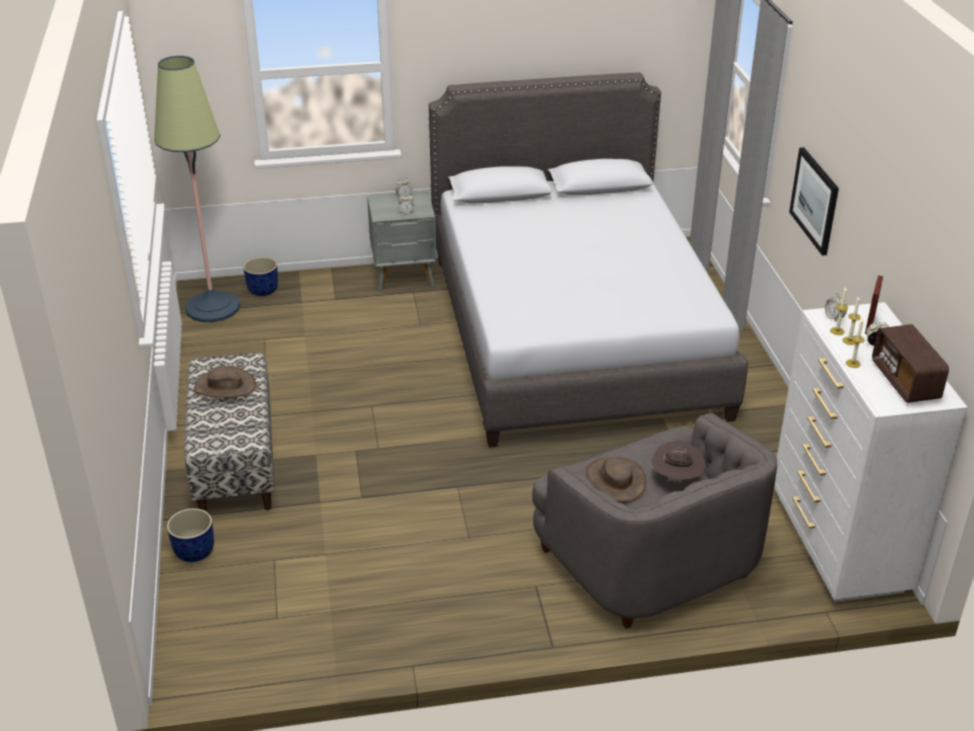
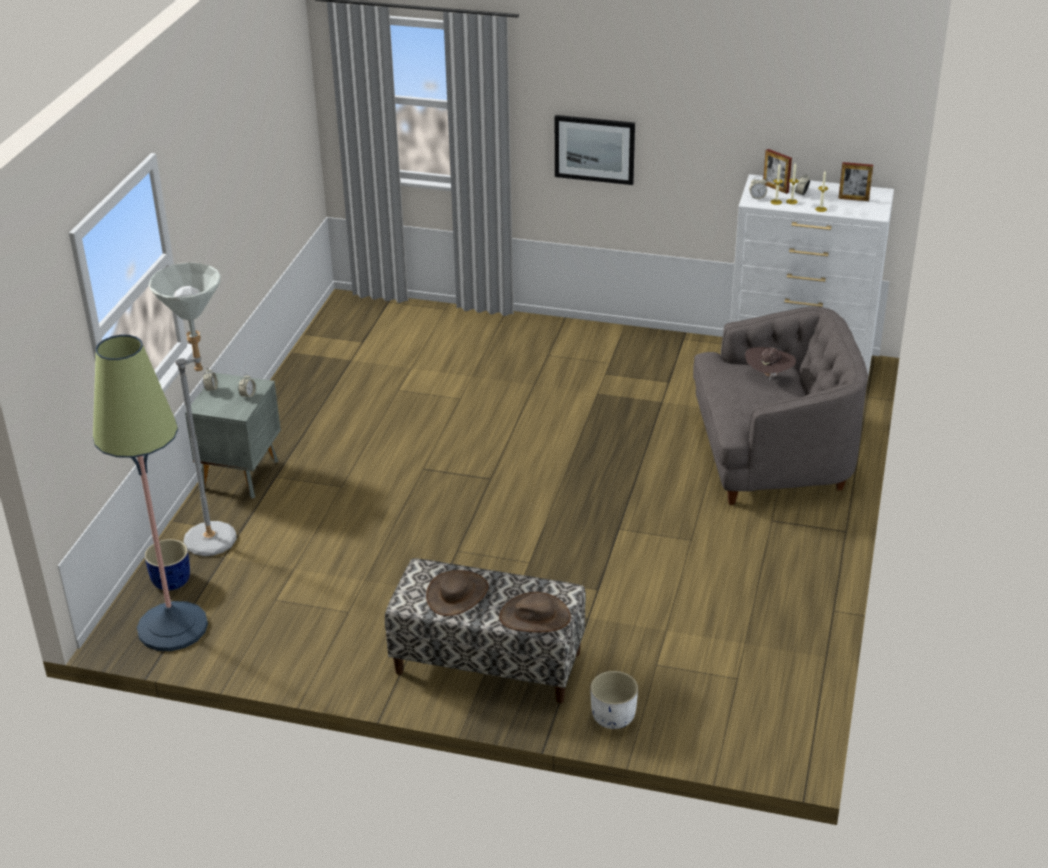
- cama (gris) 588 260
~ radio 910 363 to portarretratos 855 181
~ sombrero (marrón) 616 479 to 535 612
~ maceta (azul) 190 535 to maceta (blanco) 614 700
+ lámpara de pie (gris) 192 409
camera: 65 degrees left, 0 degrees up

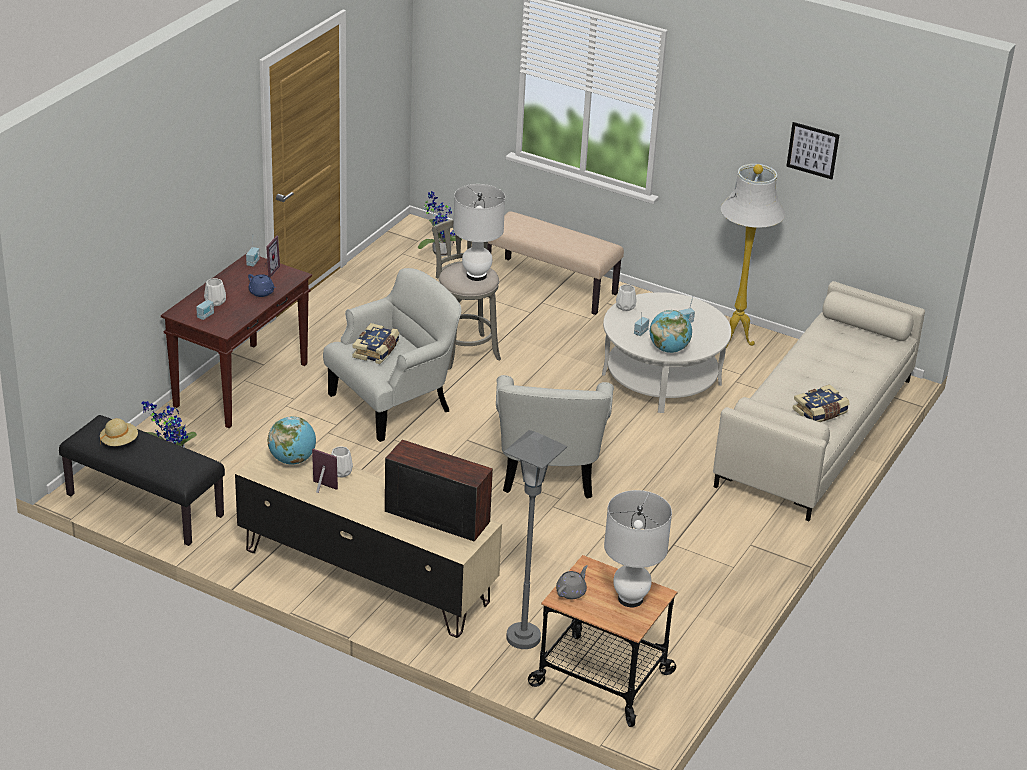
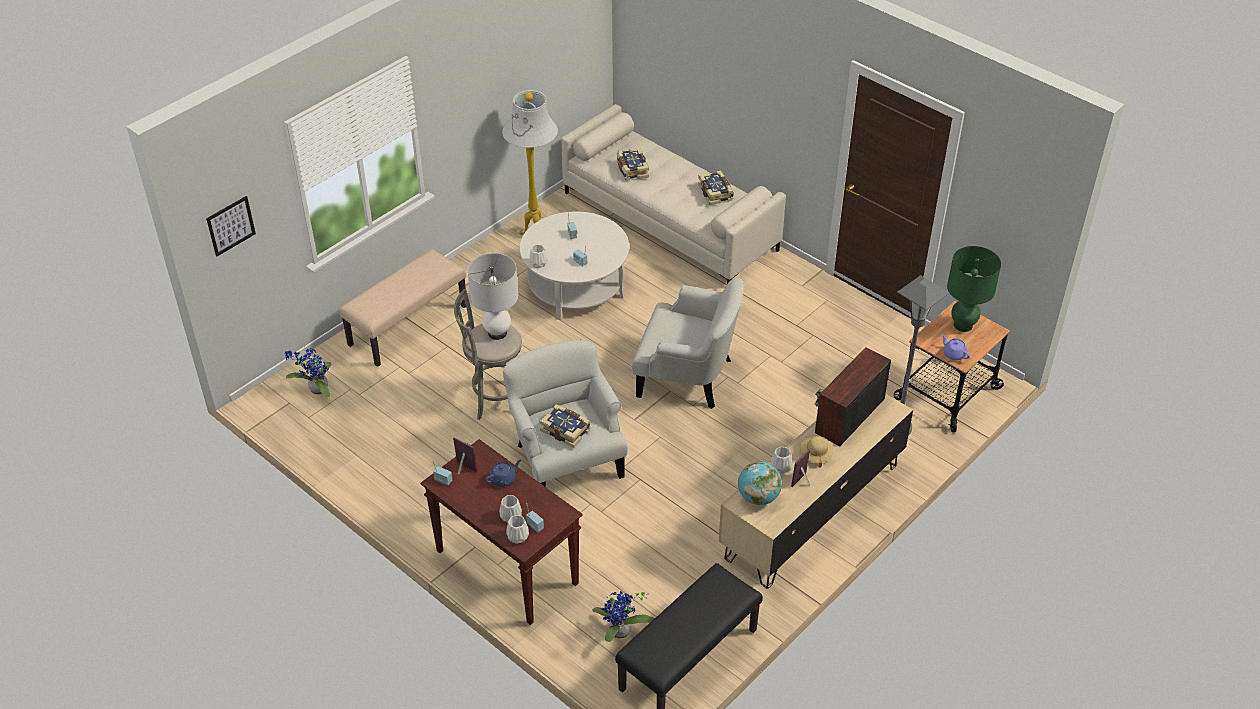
~ cuadro 812 151 to 231 226
- globo terráqueo 671 331
~ sombrero (beis) 119 432 to 816 452
~ lámpara de mesa (blanco) 638 548 to lámpara de mesa (verde) 974 289
~ tetera (gris) 572 582 to tetera (morado) 956 347
+ libro 633 164
+ florero (blanco) 517 529
camera: 75 degrees left, 10 degrees up

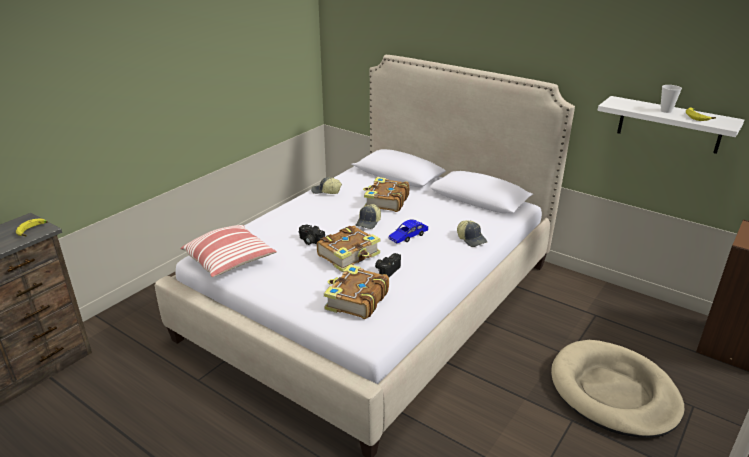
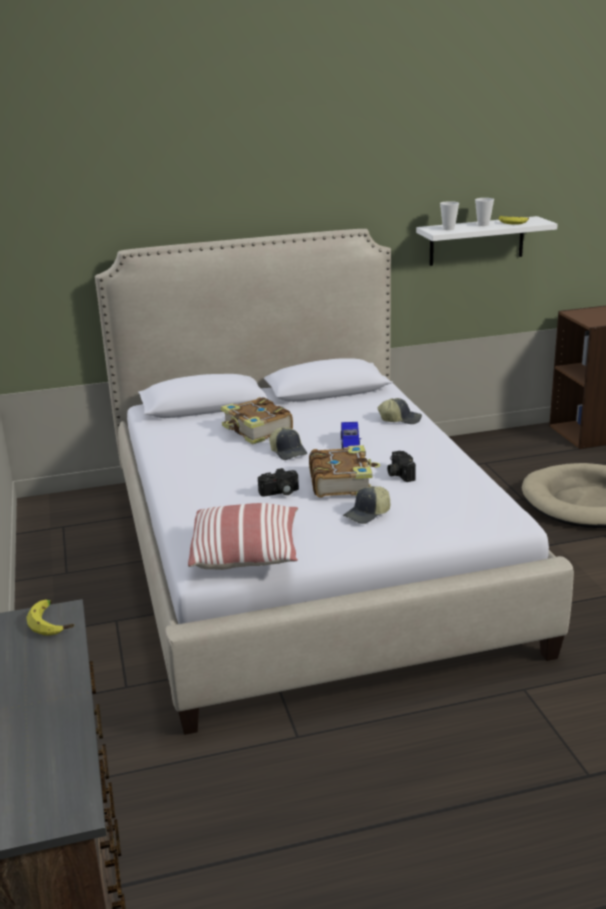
~ gorra 326 185 to 366 505
- libro 356 291
+ taza 449 215
camera: 50 degrees left, 5 degrees down

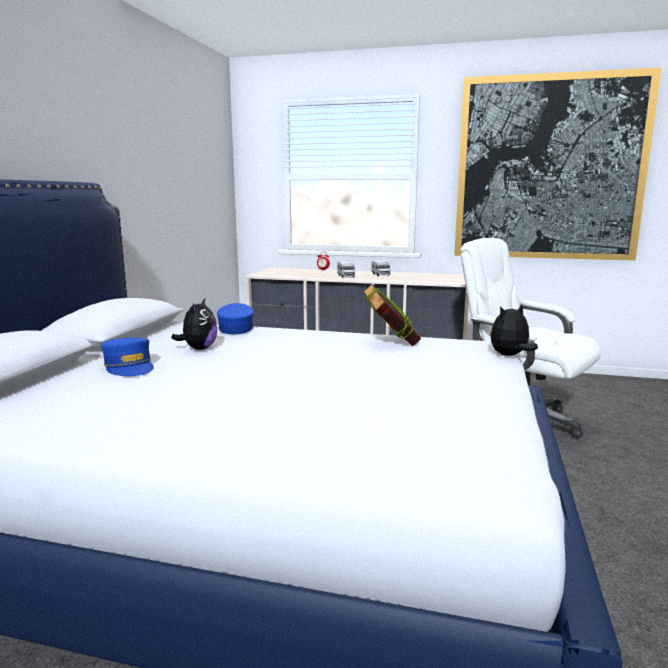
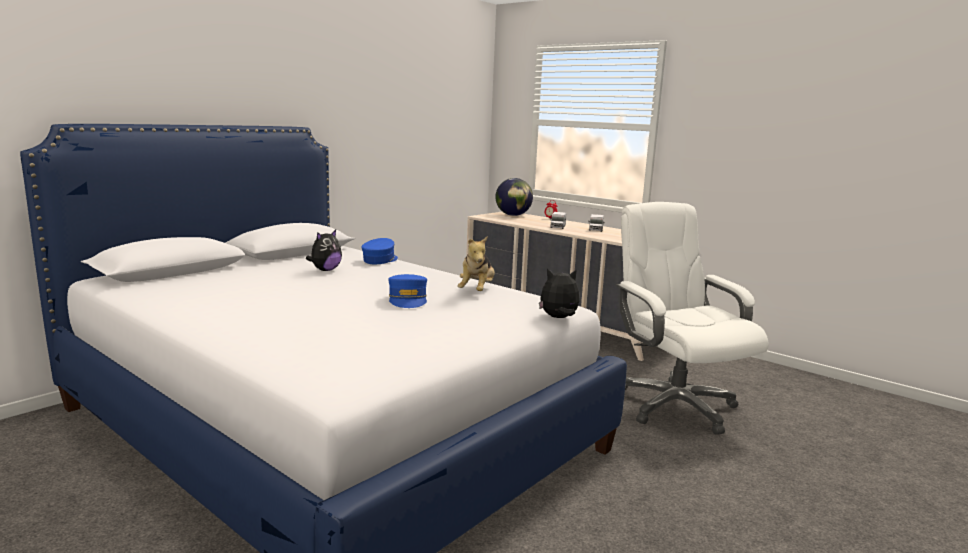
- cuadro 557 164
~ libro 392 314 to peluche 476 264
~ gorra (azul) 127 356 to 407 291
+ globo terráqueo 514 197
camera: 25 degrees right, 0 degrees up

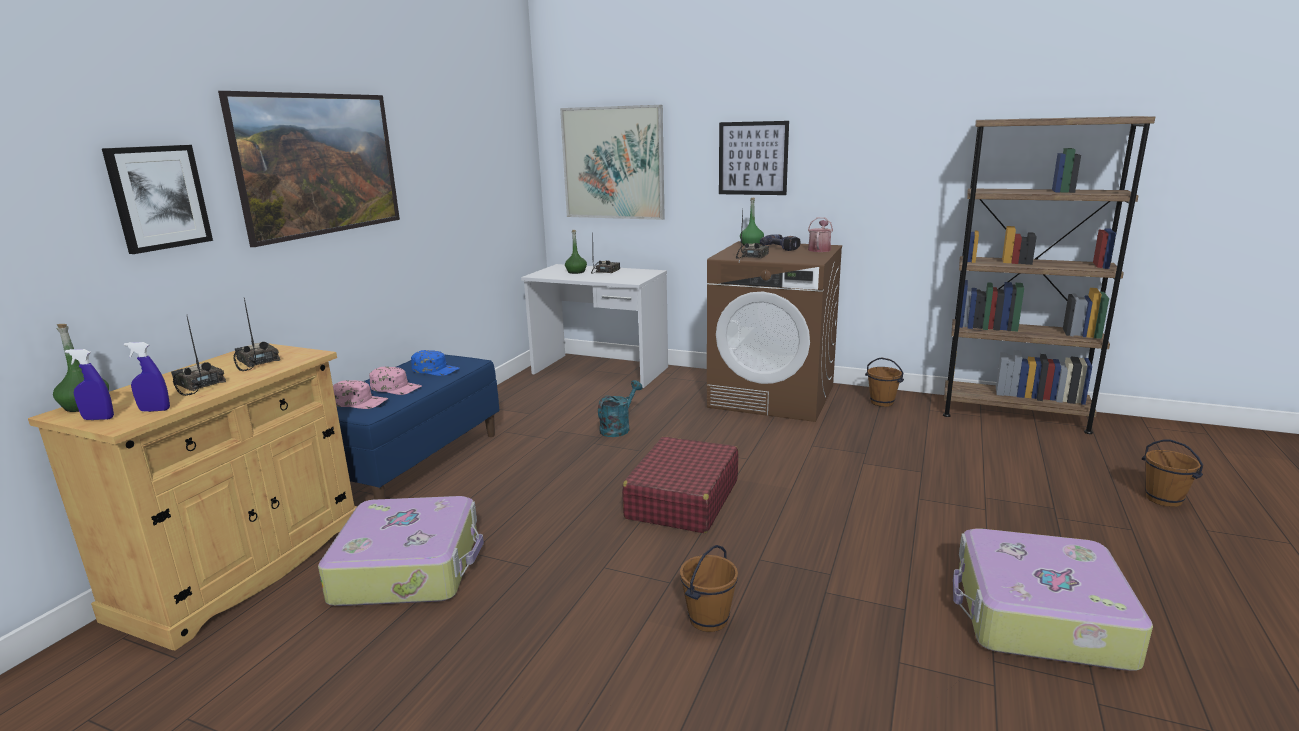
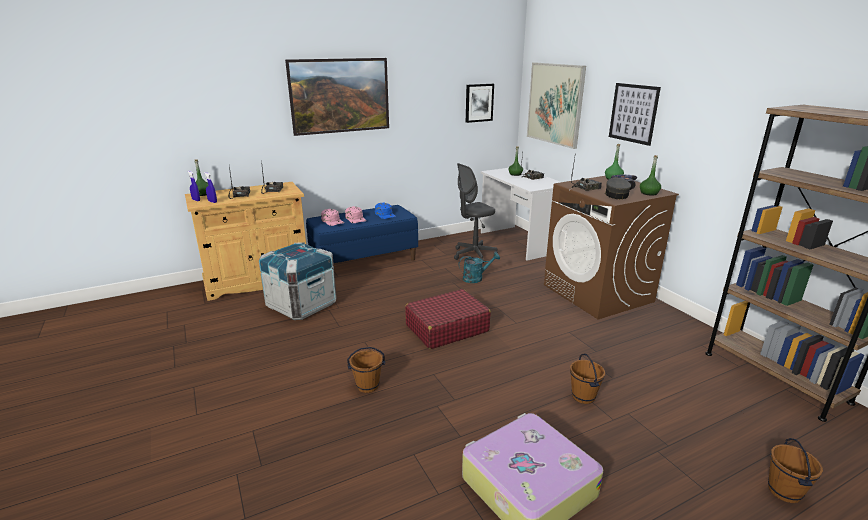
~ cuadro 157 199 to 480 103
~ regadera 820 234 to botella (verde) 650 175
~ cubo (marrón) 884 382 to 587 379
~ maleta 401 551 to caja de embalaje 298 281
+ silla de oficina (gris) 476 213
+ gorra (gris) 618 188
camera: 40 degrees right, 5 degrees up

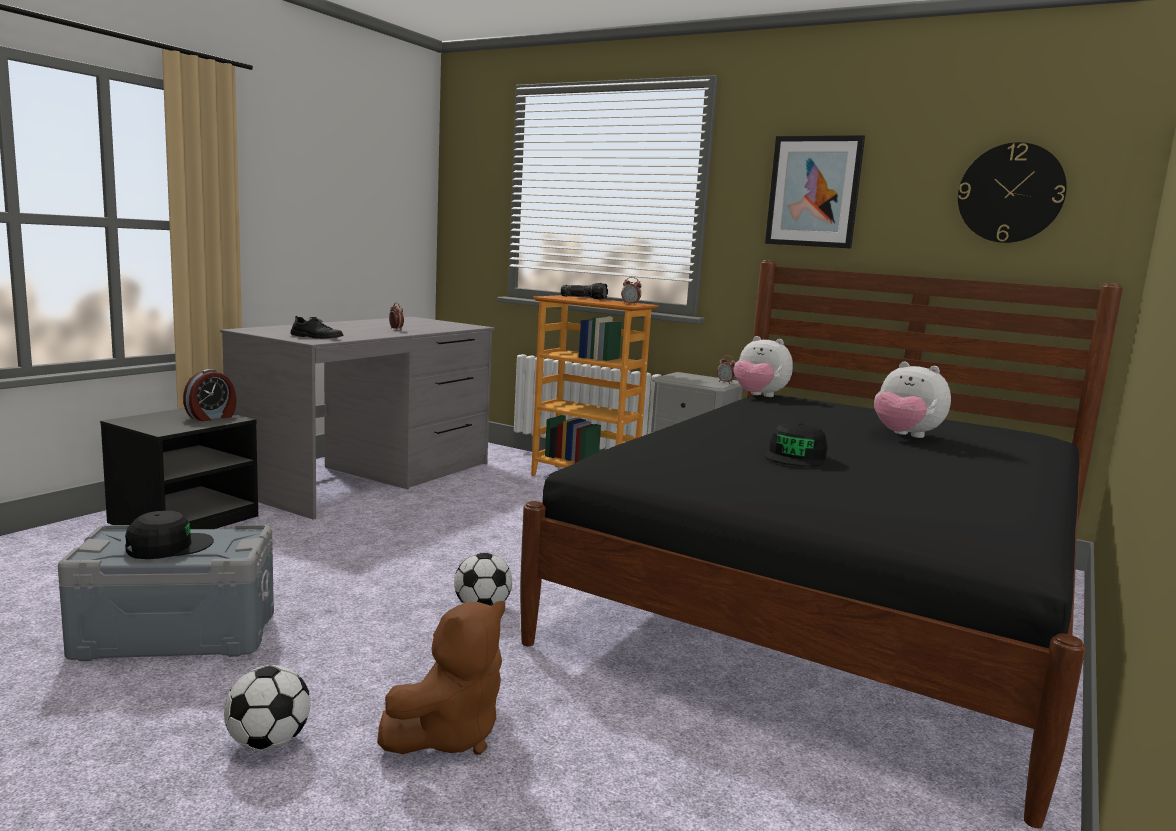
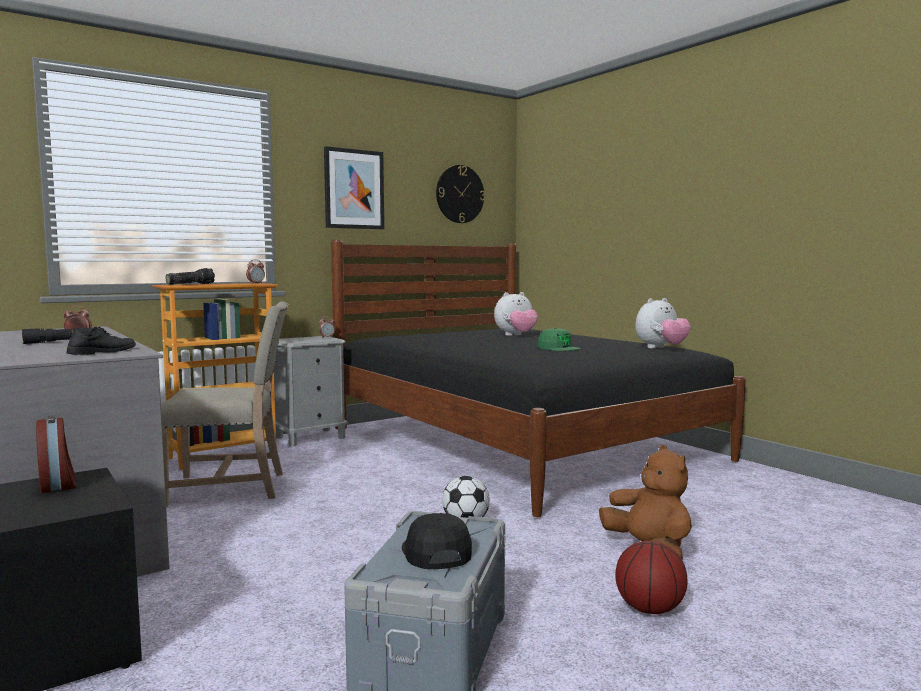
~ peluche 763 366 to 663 323
~ gorra (negro) 796 444 to gorra (verde) 559 339
~ balón de fútbol 267 708 to balón de baloncesto 651 577
+ silla (beis) 224 404
+ linterna (negro) 57 336
camera: 65 degrees left, 5 degrees down

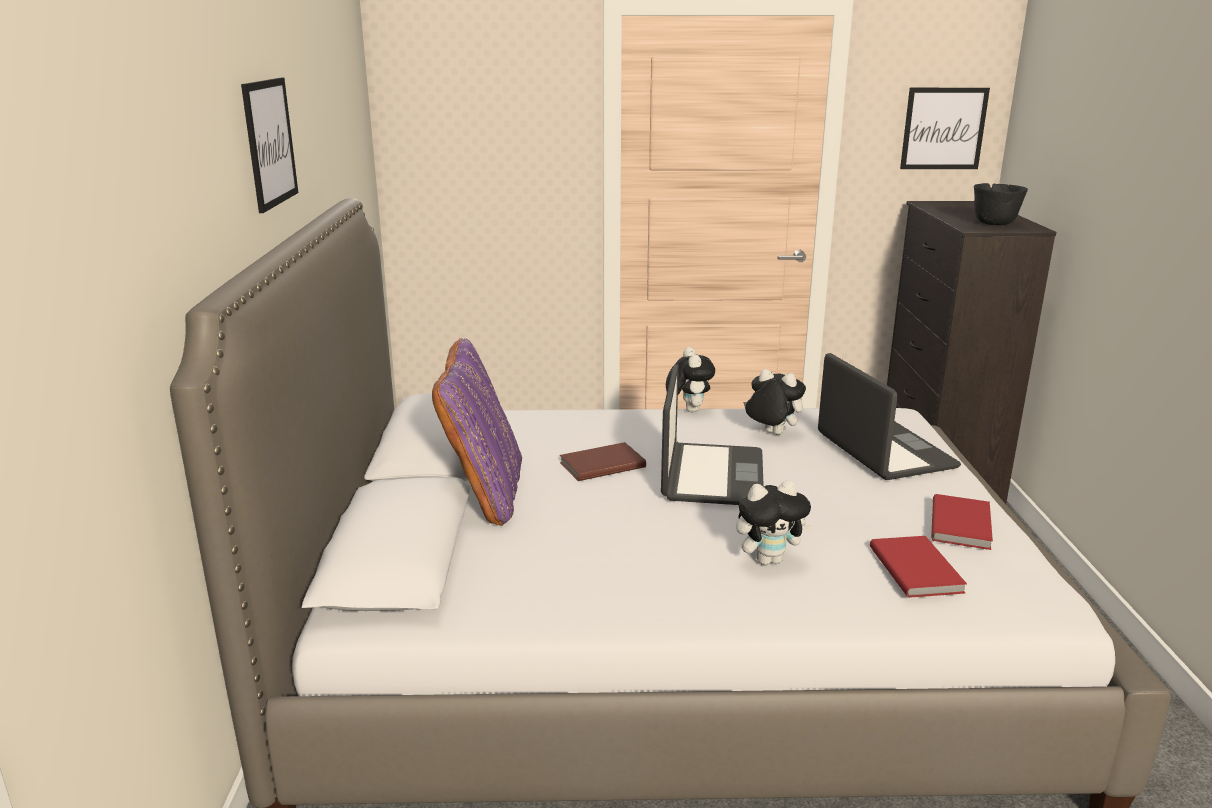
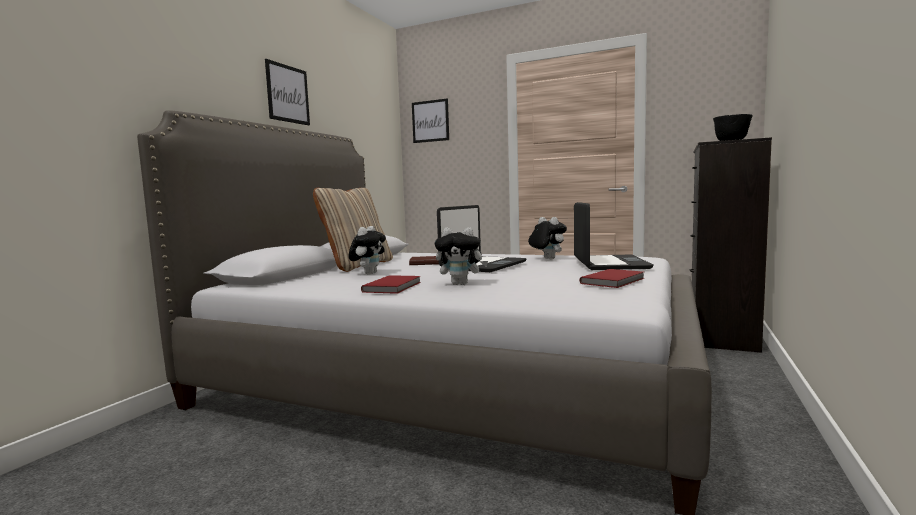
~ cuadro 945 128 to 430 121
~ cojín (morado) 477 432 to cojín (beis) 353 230
~ peluche 690 379 to 367 250
~ libro (rojo) 918 567 to 391 284
camera: 25 degrees right, 15 degrees down

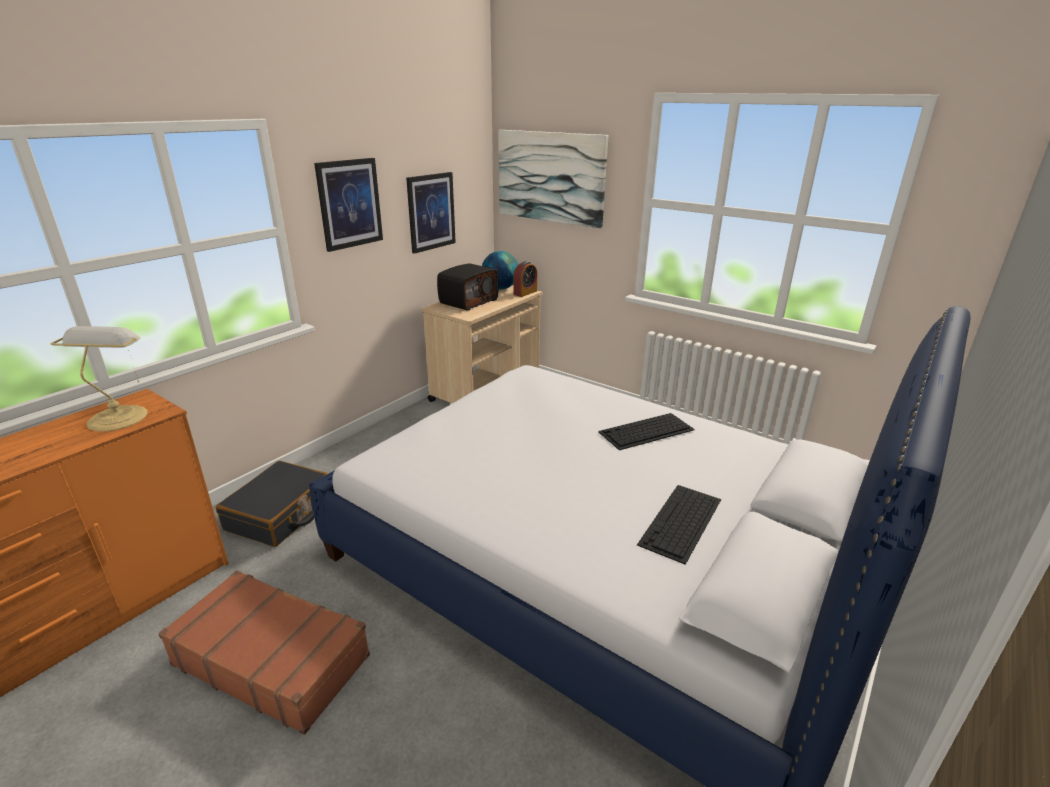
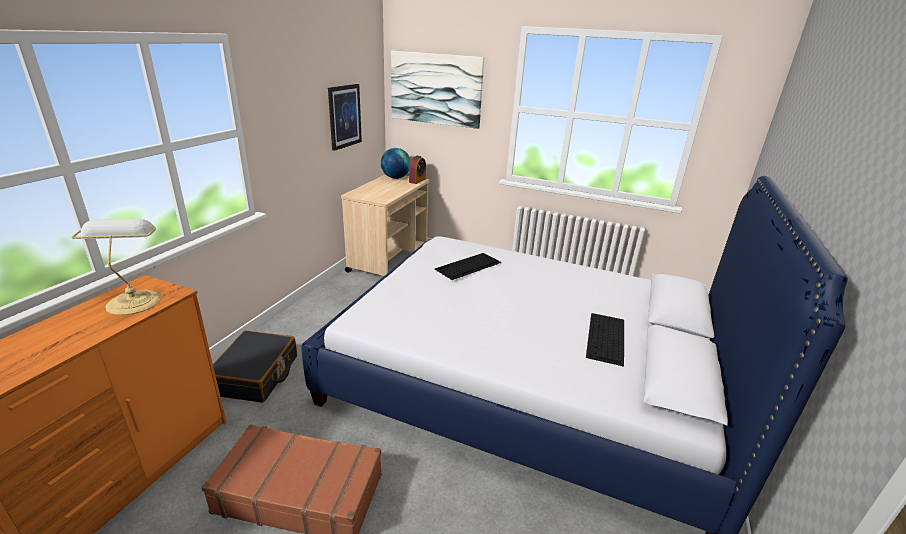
- cuadro 348 205
- radio 468 287
~ teclado 646 431 to 468 266
camera: 15 degrees left, 0 degrees up

